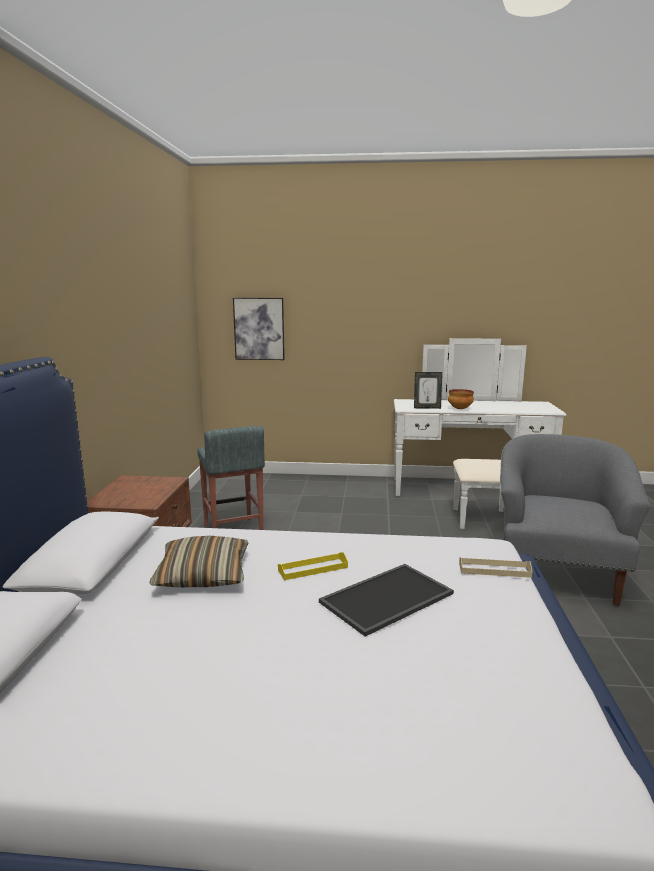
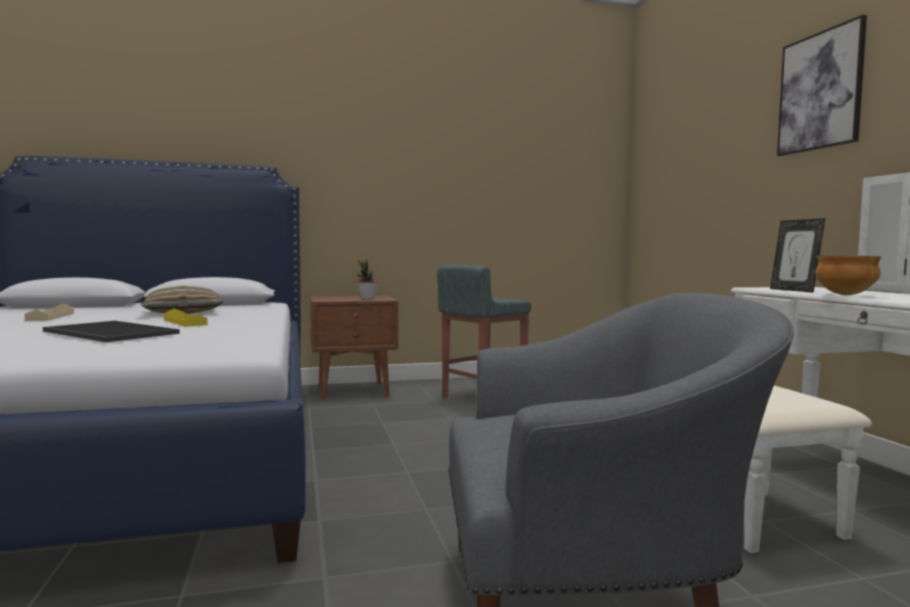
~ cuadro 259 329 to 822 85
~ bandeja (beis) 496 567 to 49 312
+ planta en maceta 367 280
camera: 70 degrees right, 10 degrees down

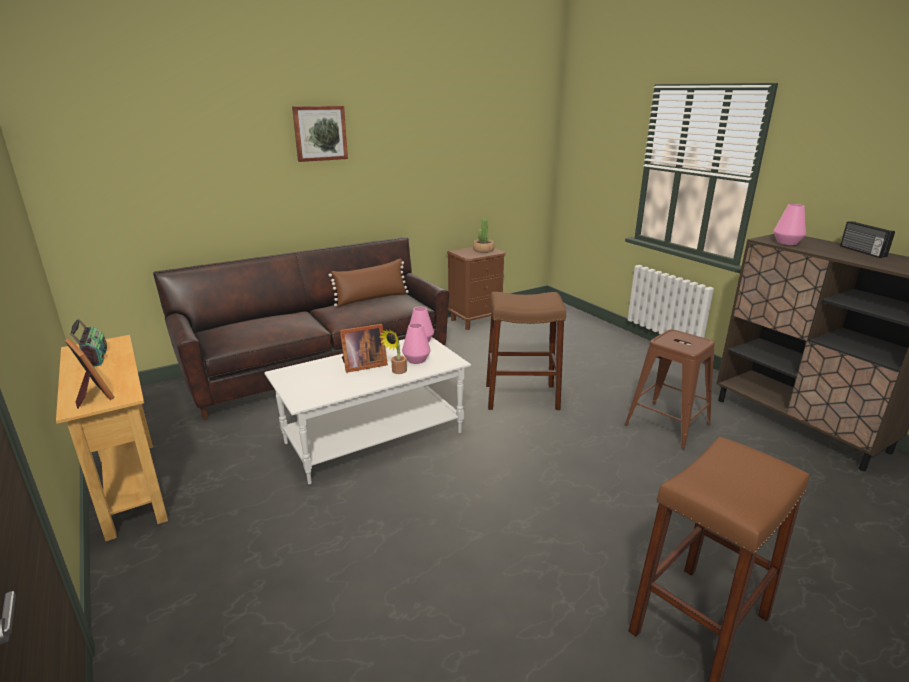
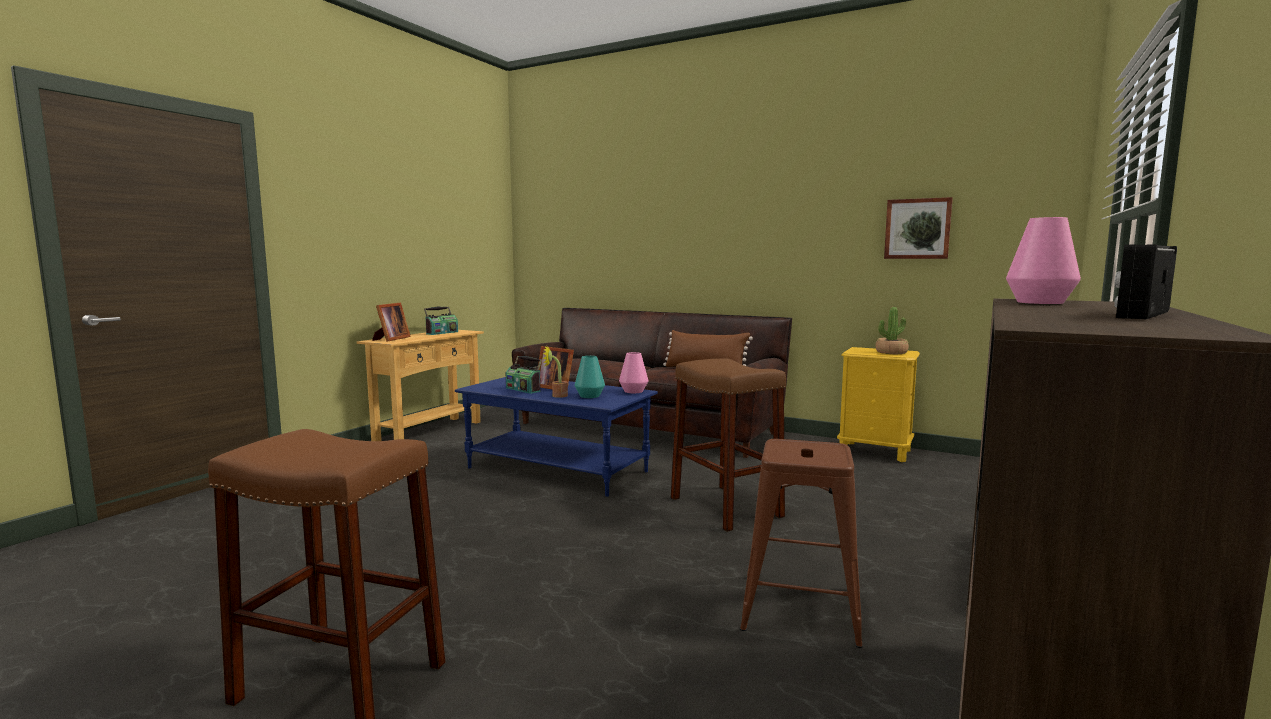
~ cuadro 320 134 to 918 228
~ mesita de noche (marrón) 476 288 to mesita de noche (amarillo) 878 404
~ florero (rosa) 416 343 to florero (turquesa) 590 377
~ mesa de centro (blanco) 367 410 to mesa de centro (azul) 556 437
+ radio 524 375
camera: 60 degrees right, 15 degrees down

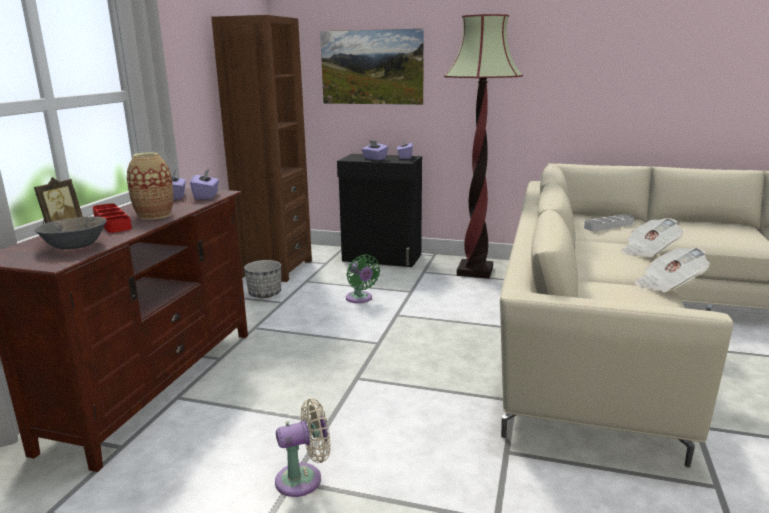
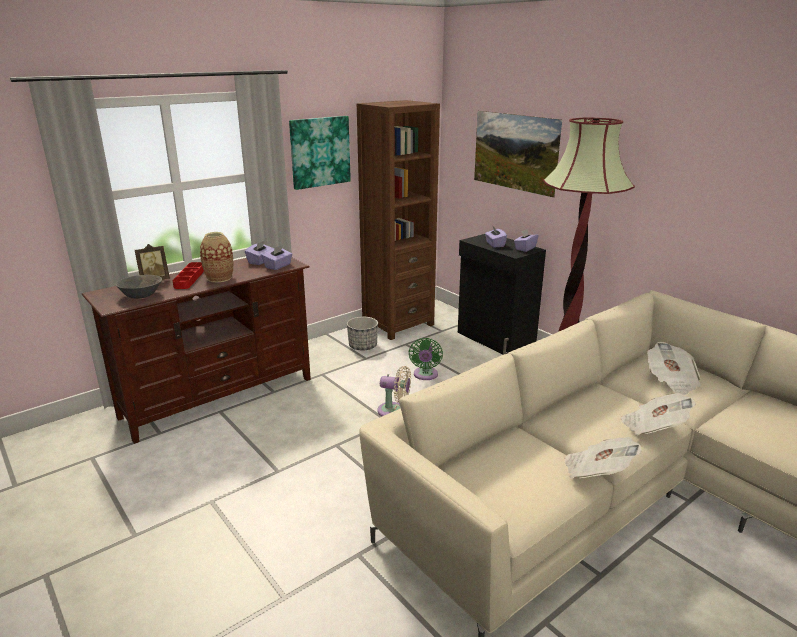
~ bandeja (gris) 609 222 to periódico 674 369
~ ventilador (beis) 303 448 to 394 391
+ cuadro 320 153
camera: 35 degrees right, 5 degrees up

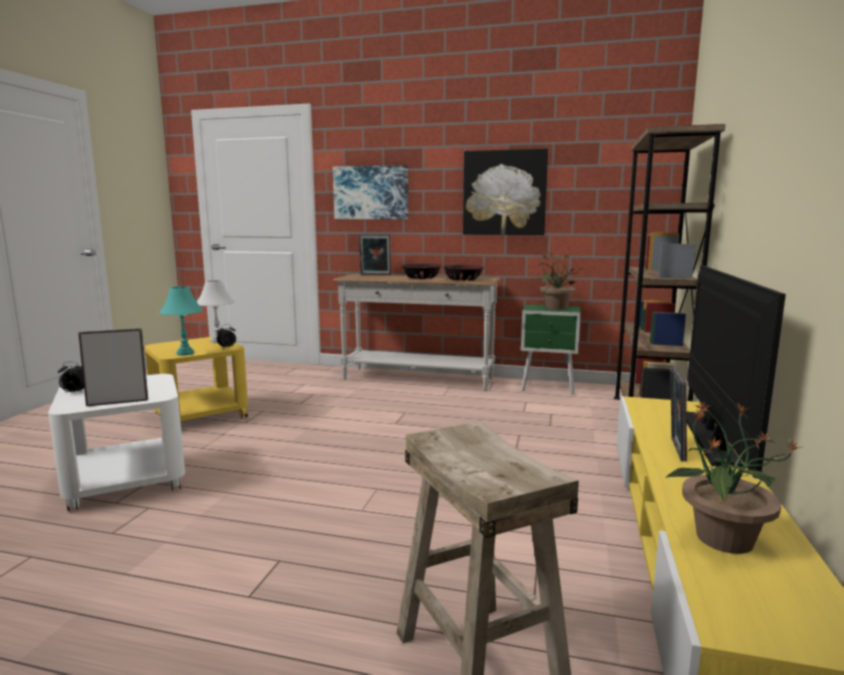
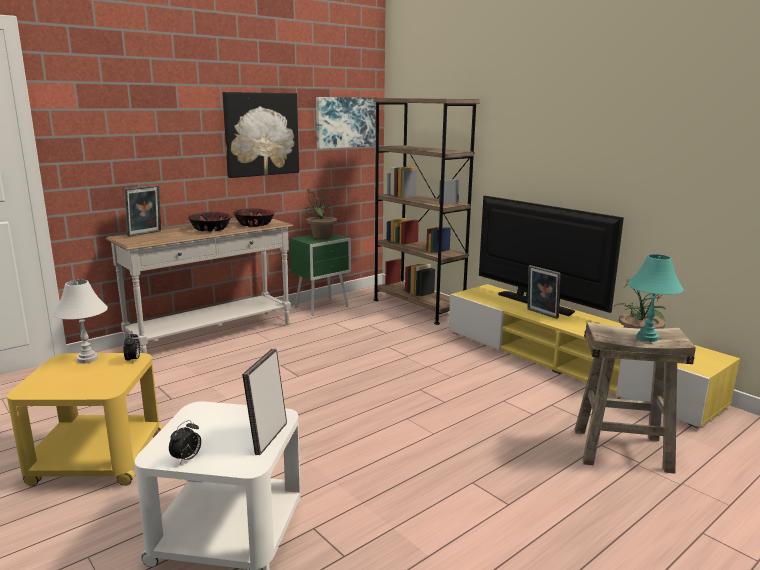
~ cuadro 370 192 to 346 123
~ lámpara de mesa (turquesa) 181 321 to 655 298
camera: 55 degrees left, 5 degrees up

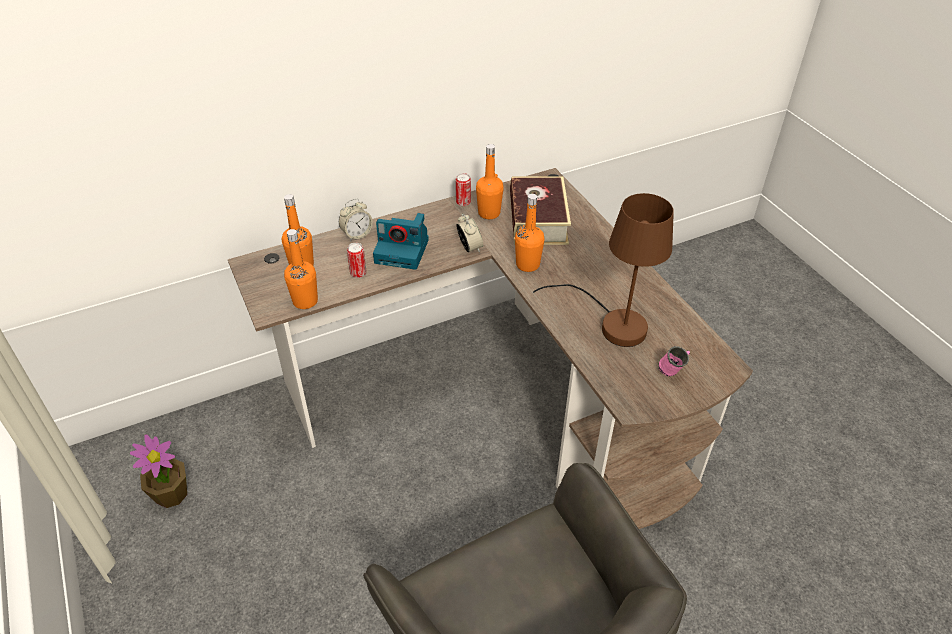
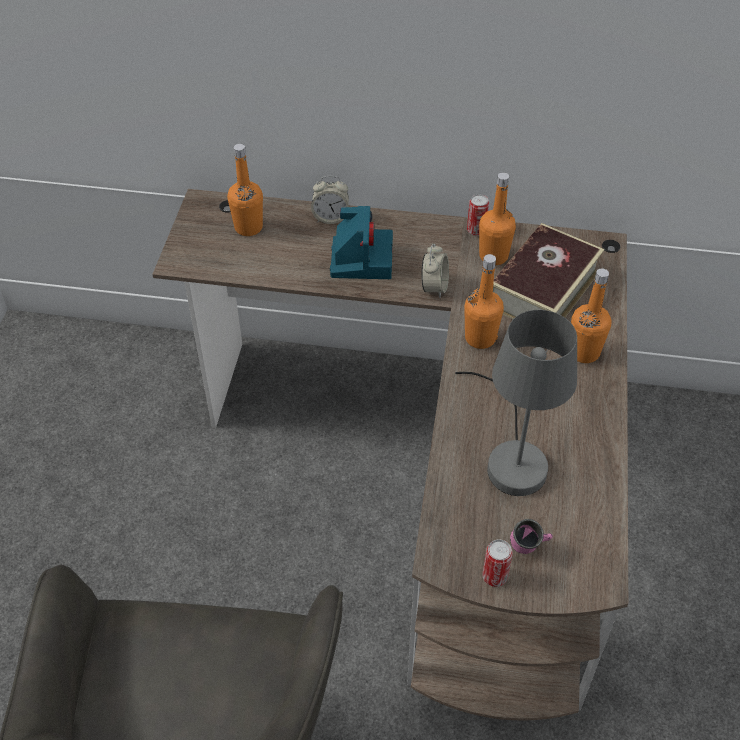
~ lámpara de mesa (marrón) 603 270 to lámpara de mesa (gris) 516 403
~ cámara 401 241 = 361 242 135 degrees counterclockwise
~ botella (naranja) 301 269 to 591 315
~ lata 357 260 to 497 563
- planta en maceta 158 471
camera: 35 degrees right, 5 degrees up

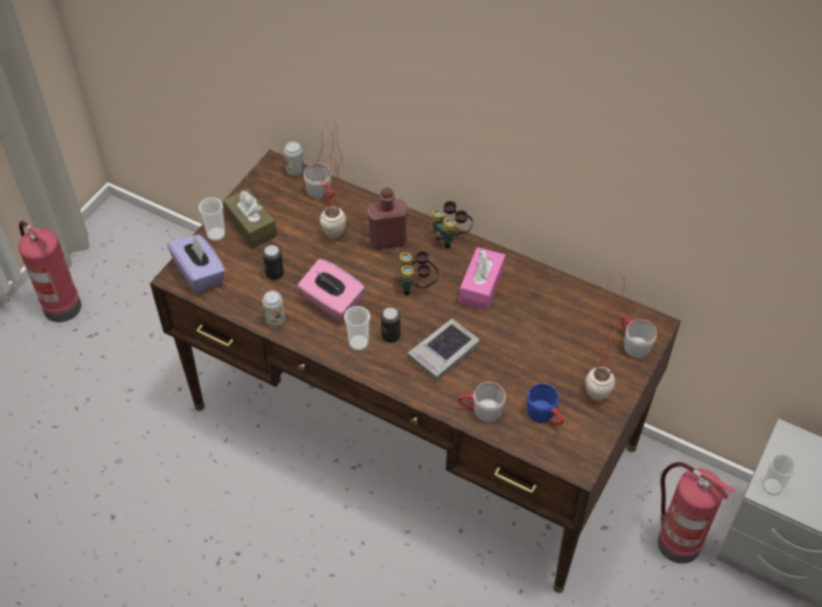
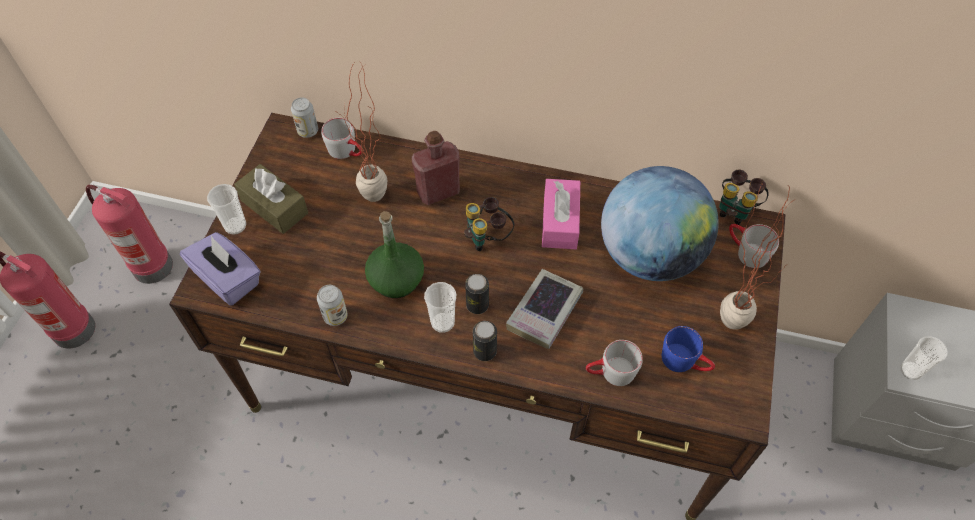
~ prismáticos 453 224 to 743 197
~ lata 273 262 to 485 341
~ caja de pañuelos (rosa) 331 290 to botella (verde) 394 254
~ extintor 696 513 to 129 234
+ globo terráqueo 660 223
camera: 15 degrees left, 5 degrees up

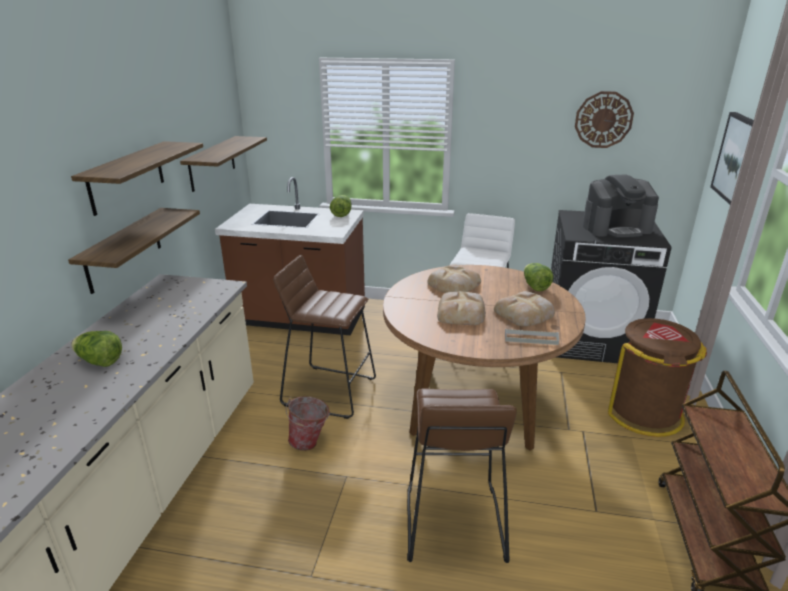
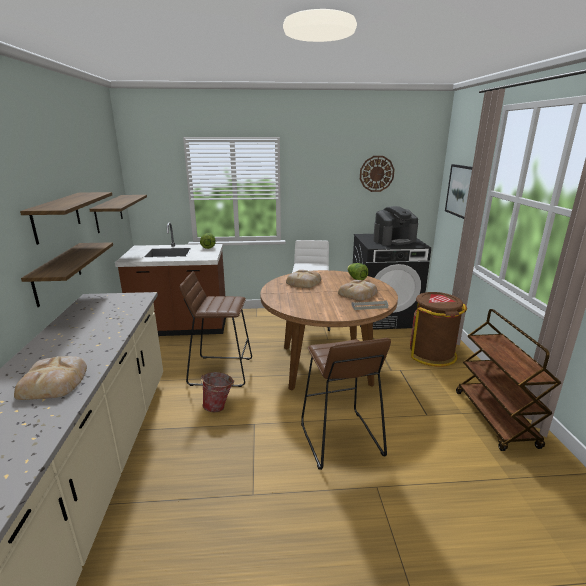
~ pan 461 308 to 50 378
- lechuga 96 349
camera: 15 degrees left, 5 degrees down

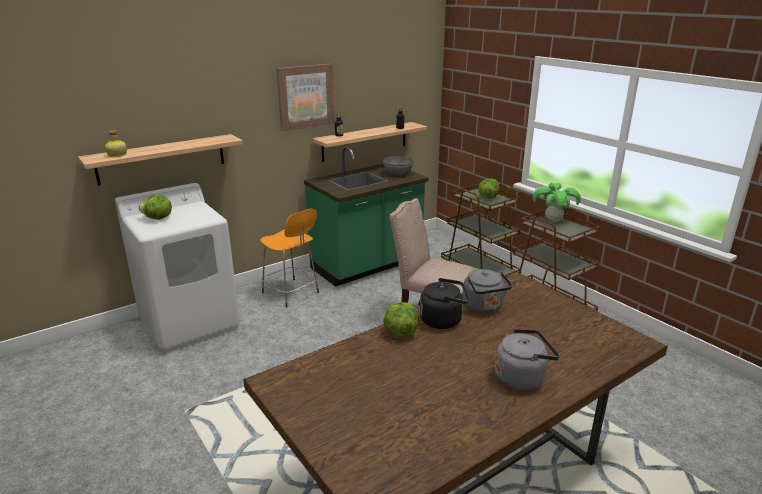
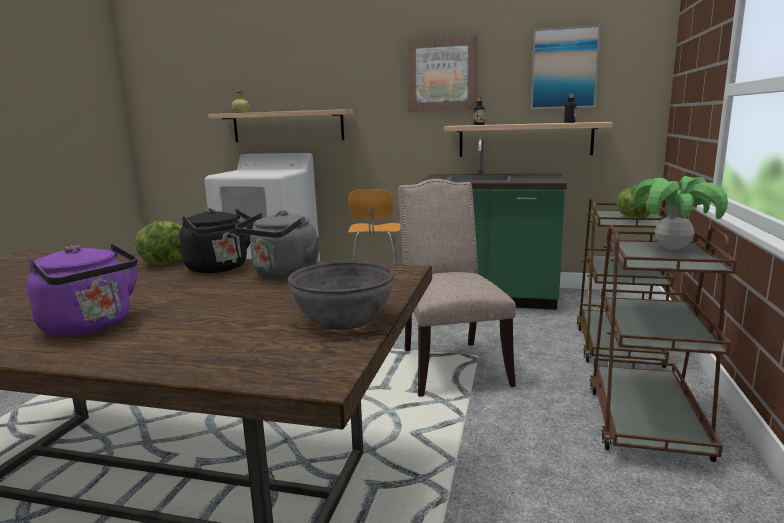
~ cuenco (gris) 398 166 to 341 295
- lechuga 155 207
~ hervidor (gris) 527 360 to hervidor (morado) 82 289
+ cuadro 566 67
camera: 50 degrees right, 10 degrees down

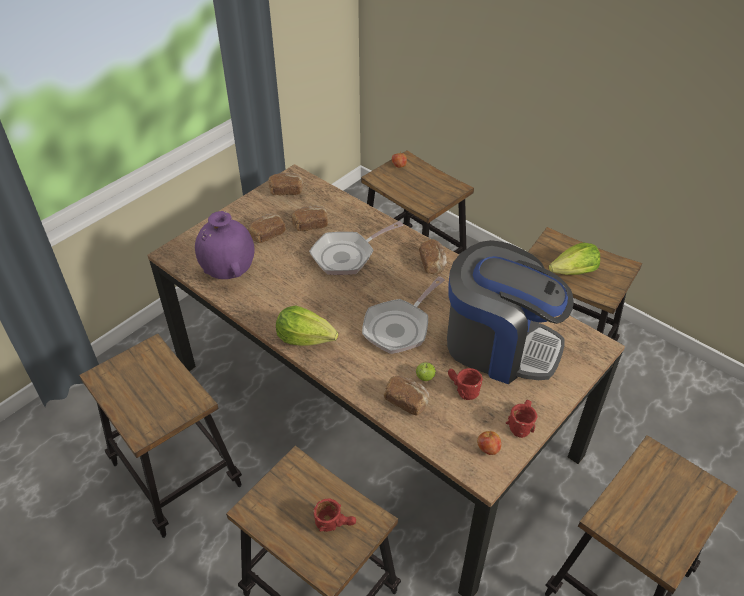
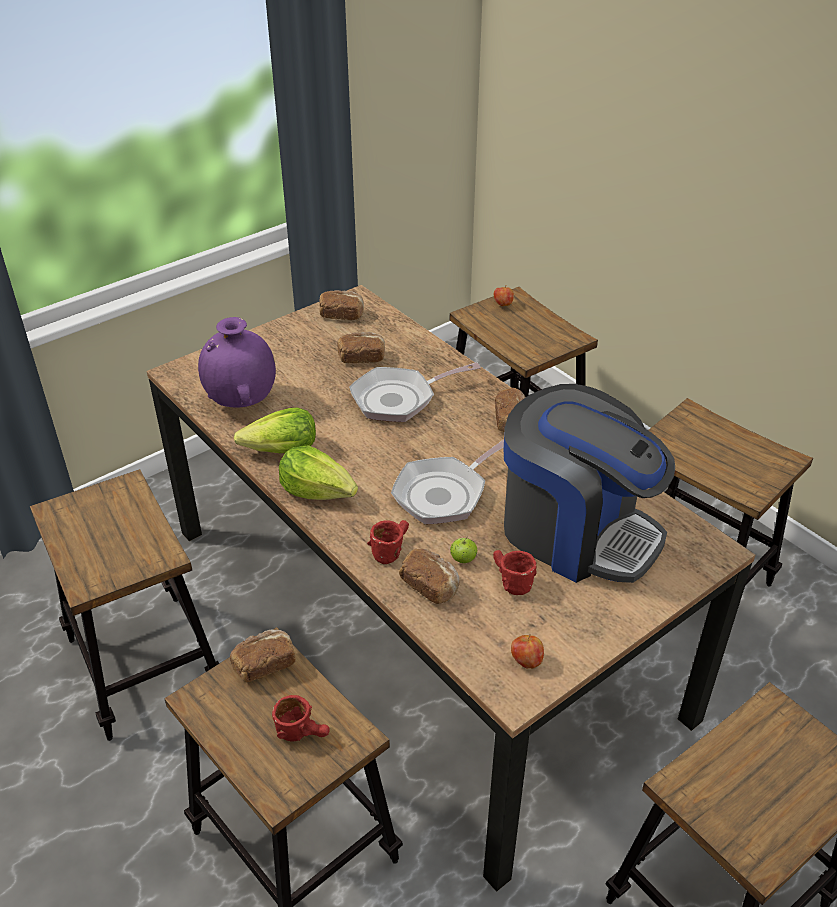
~ pan 267 228 to 263 655
~ lechuga 574 258 to 275 430
~ taza grande (rojo) 522 419 to 388 542
camera: 10 degrees right, 5 degrees down

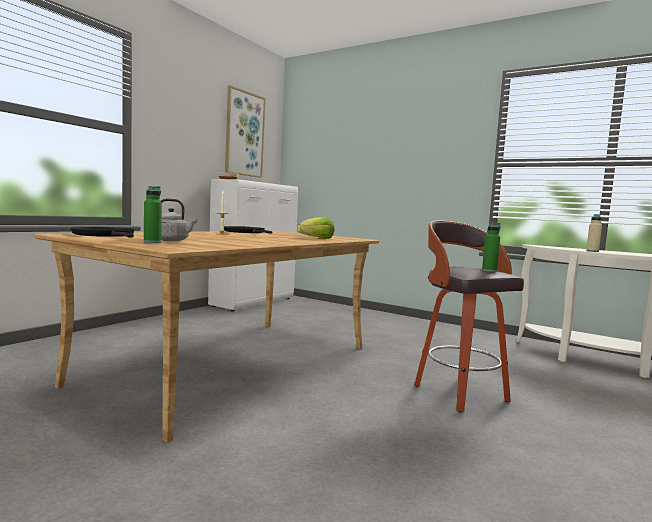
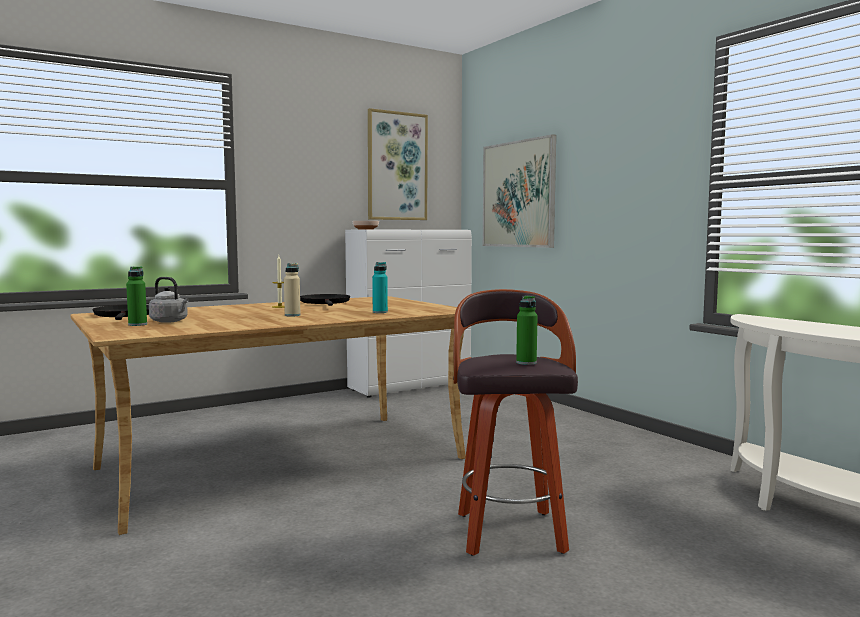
~ botella (beis) 594 233 to 292 290
~ lechuga 316 227 to botella (turquesa) 380 287
+ cuadro 519 191
camera: 25 degrees right, 0 degrees up

